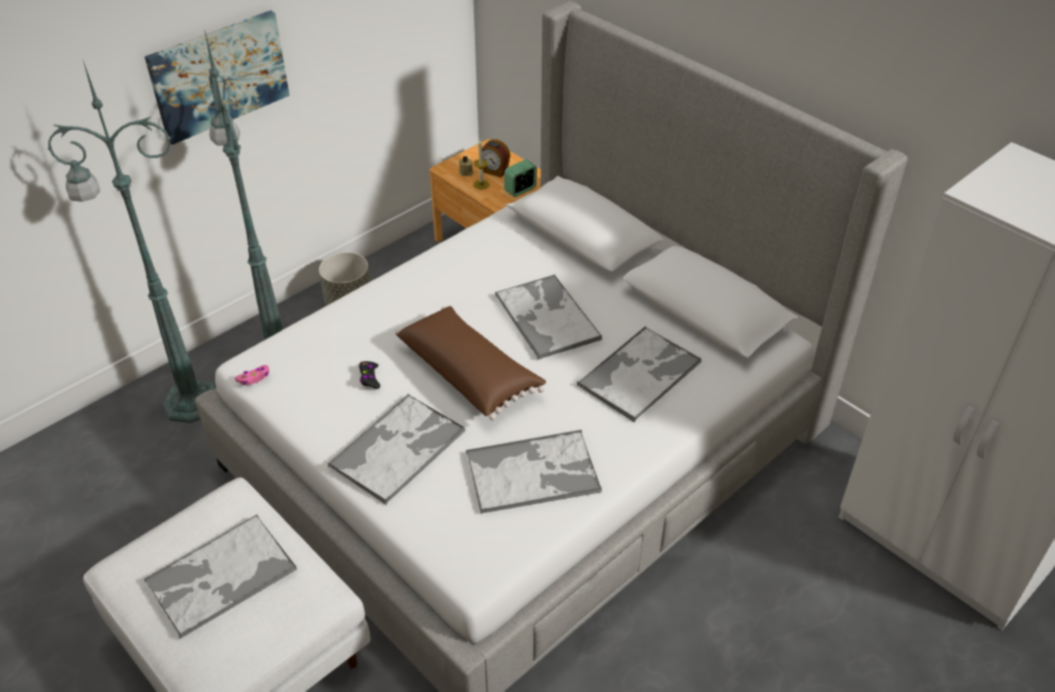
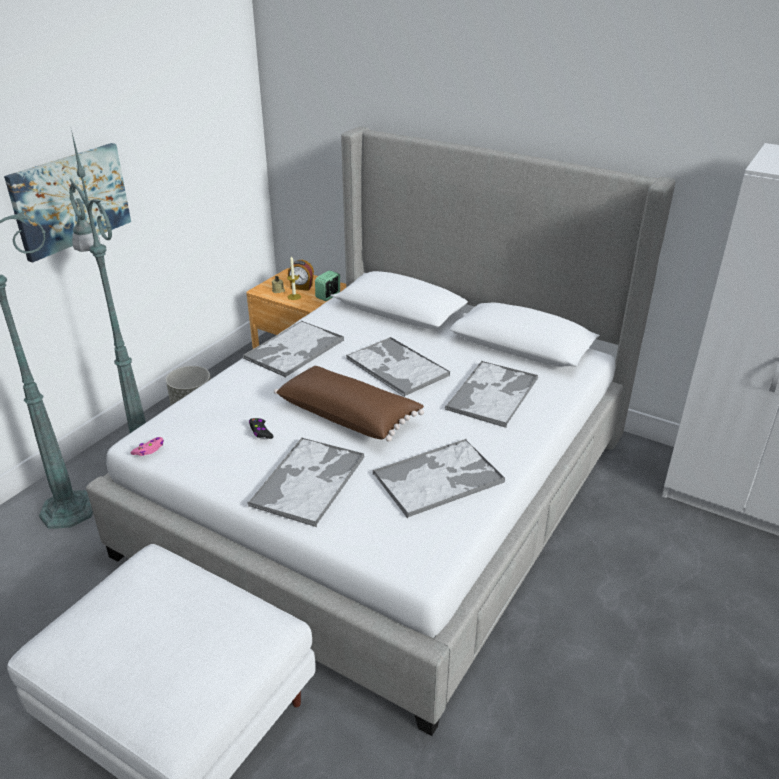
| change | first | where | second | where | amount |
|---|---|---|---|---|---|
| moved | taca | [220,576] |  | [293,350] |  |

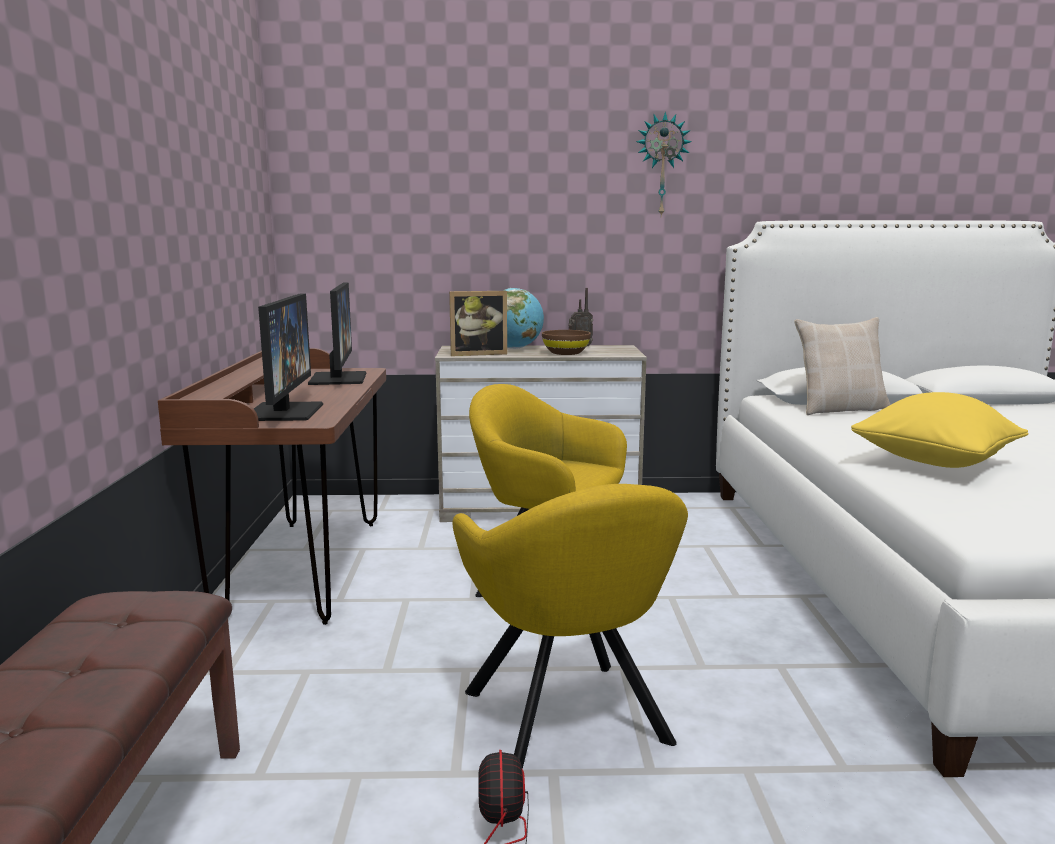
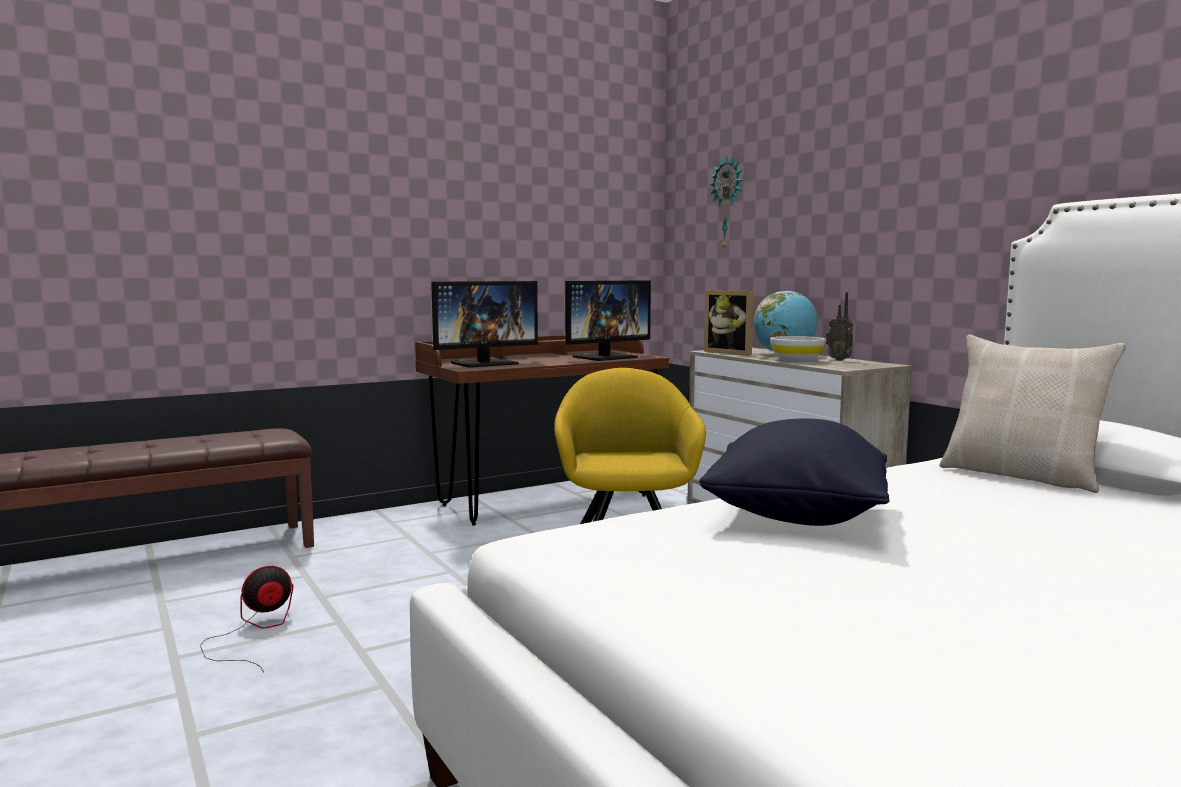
| change | first | where | second | where | amount |
|---|---|---|---|---|---|
| recoloured | poduszka [żółty] | [934,464] | poduszka [czarny] | [796,517] |  |
| moved | zegar ścienny | [662,165] |  | [728,203] |  |
| recoloured | miska [brązowy] | [565,353] | miska [biały] | [796,360] |  |
| removed | fotel [żółty] | [569,724] |  |  |  |

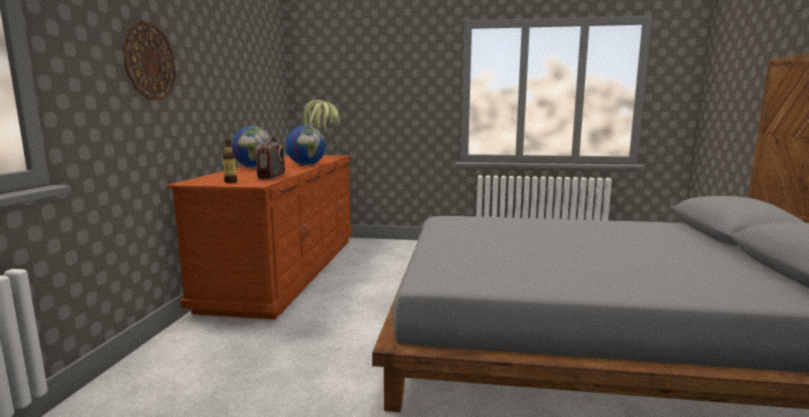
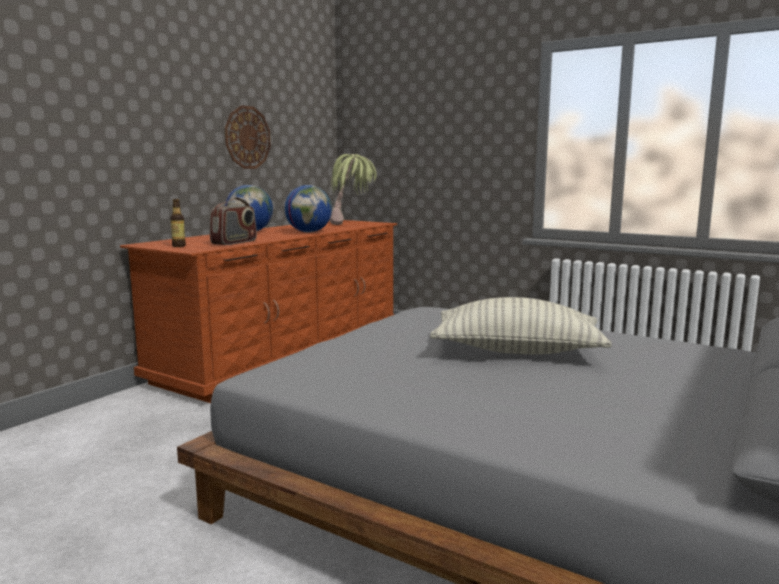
| change | first | where | second | where | amount |
|---|---|---|---|---|---|
| moved | zegar ścienny | [149,61] |  | [247,137] |  |
| added |  |  | poduszka | [516,351] |  |

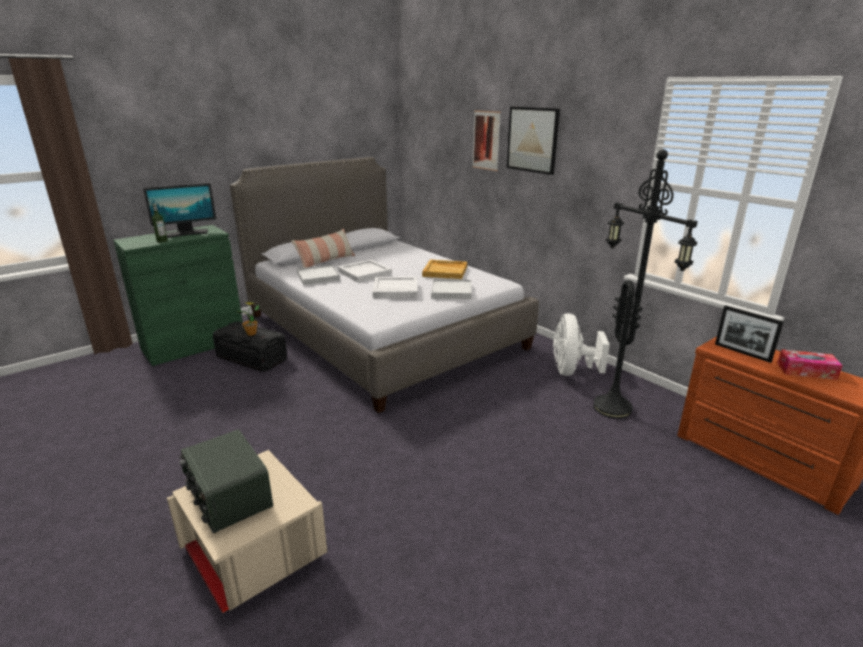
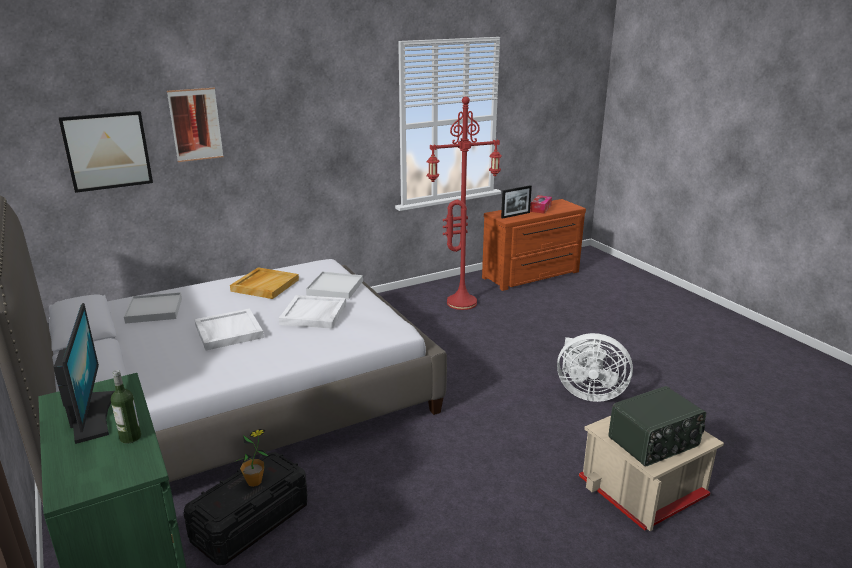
| change | first | where | second | where | amount |
|---|---|---|---|---|---|
| moved | obraz | [532,140] |  | [107,151] |  |
| moved | taca [biały] | [318,277] |  | [154,310] |  |
| recoloured | lampa stojąca [czarny] | [615,408] | lampa stojąca [czerwony] | [462,302] |  |
| moved | wentylator [biały] | [571,371] |  | [588,393] |  |
| removed | poduszka | [326,261] |  |  |  |

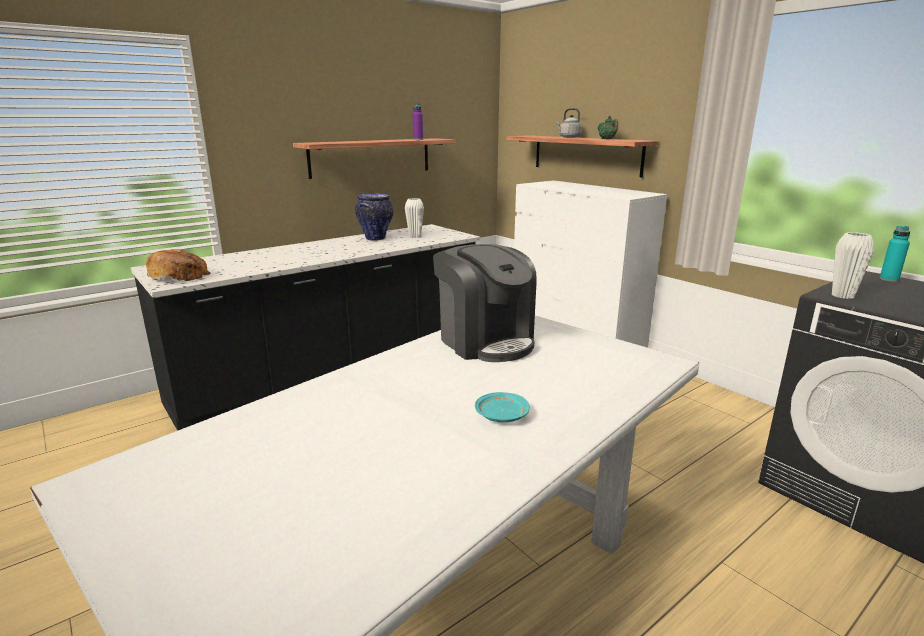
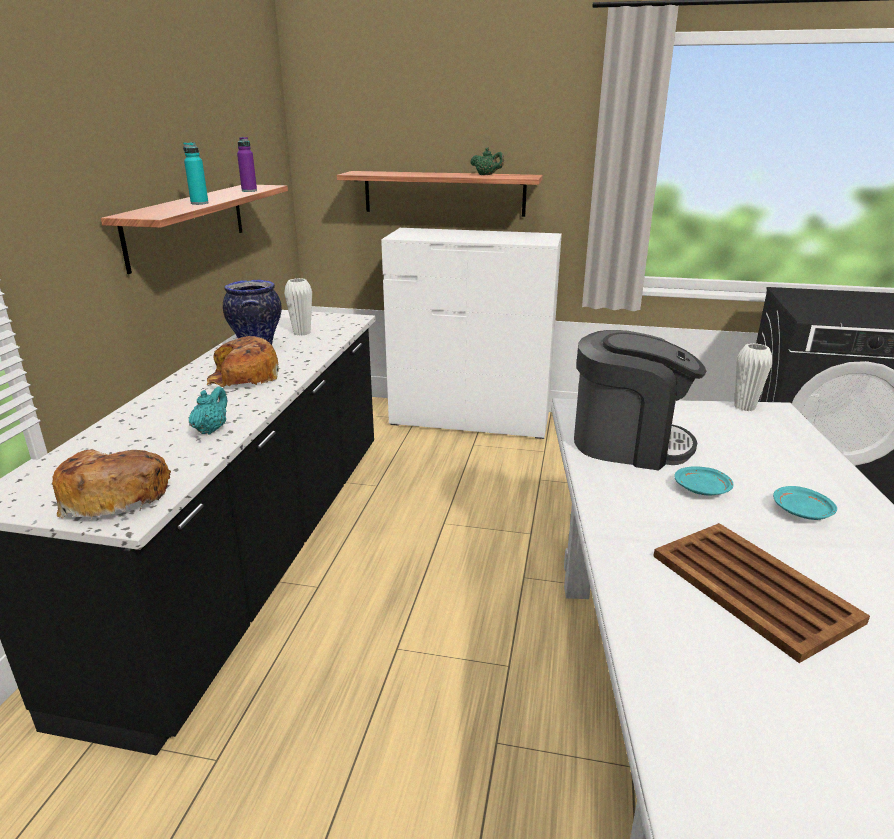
| change | first | where | second | where | amount |
|---|---|---|---|---|---|
| moved | butelka [turkusowy] | [889,279] |  | [199,203] |  |
| added |  |  | imbryk [turkusowy] | [211,429] |  |
| added |  |  | chleb | [242,377] |  |
| added |  |  | taca [brązowy] | [754,589] |  |
| added |  |  | talerz [turkusowy] | [702,489] |  |
| moved | wazon [biały] | [842,295] |  | [744,407] |  |
| removed | czajnik [szary] | [568,137] |  |  |  |

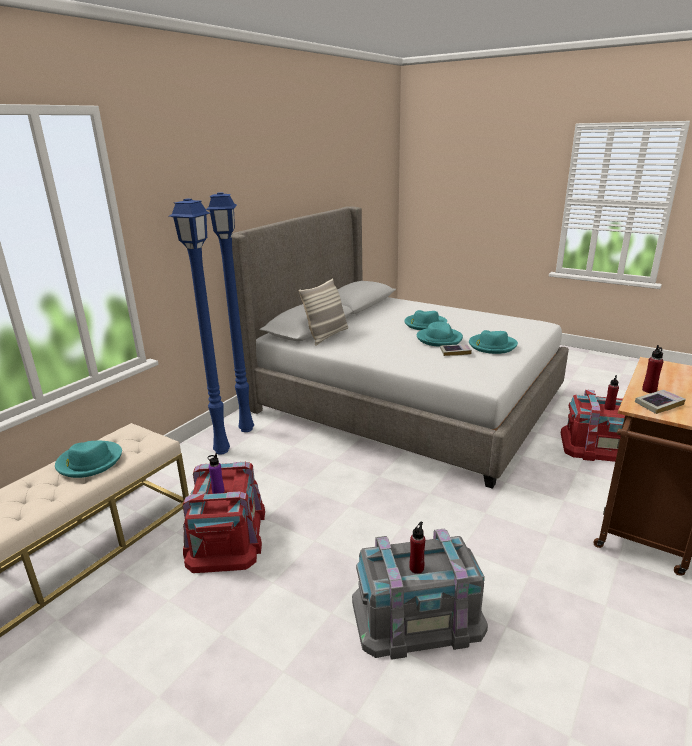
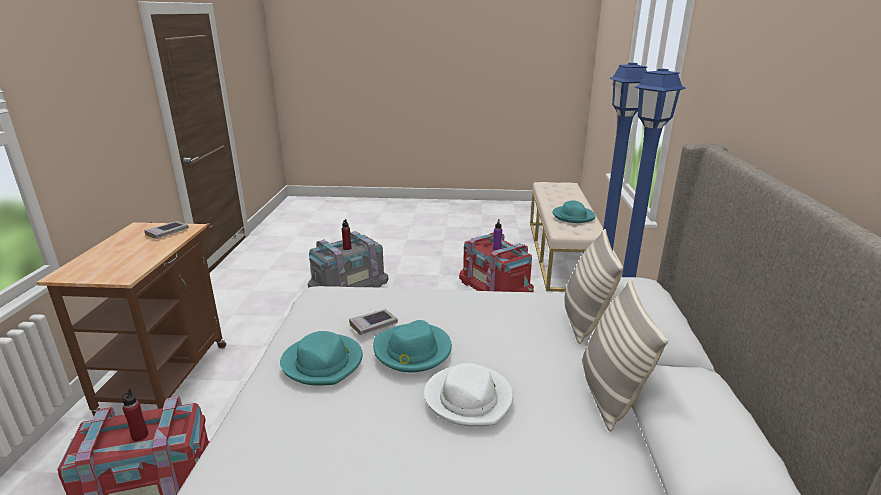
| change | first | where | second | where | amount |
|---|---|---|---|---|---|
| recoloured | kapelusz [turkusowy] | [425,324] | kapelusz [biały] | [469,398] |  |
| added |  |  | poduszka | [609,394] |  |
| removed | butelka [czerwony] | [649,390] |  |  |  |

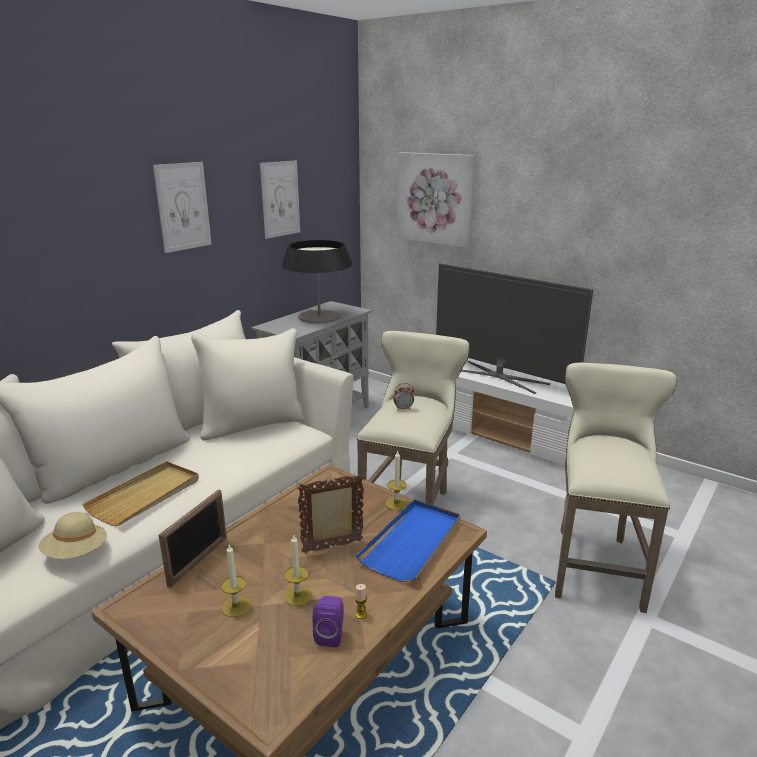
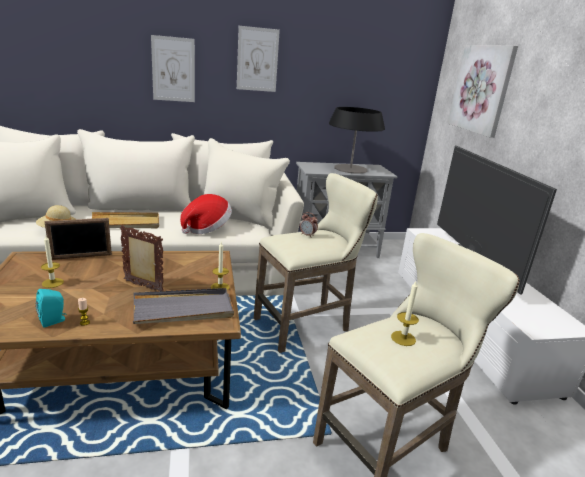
| change | first | where | second | where | amount |
|---|---|---|---|---|---|
| recoloured | głośnik [fioletowy] | [330,635] | głośnik [turkusowy] | [54,321] |  |
| recoloured | taca [niebieski] | [412,542] | taca [szary] | [183,309] |  |
| moved | obraz | [280,199] |  | [173,69] |  |
| added |  |  | kapelusz | [207,228] |  |
| moved | świeca | [297,596] |  | [403,338] |  |

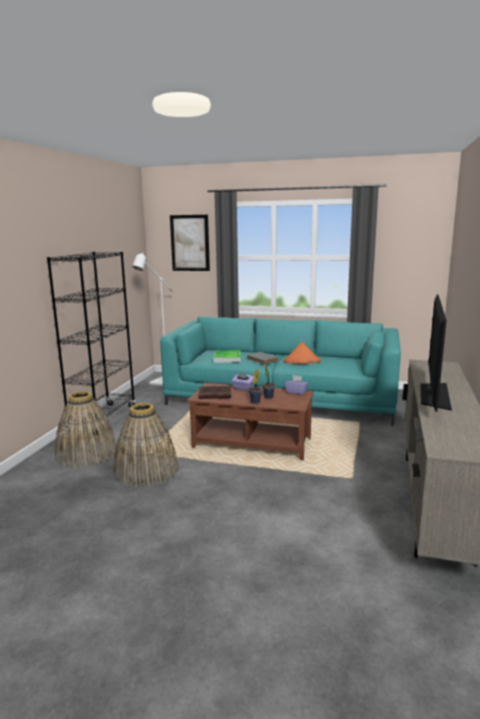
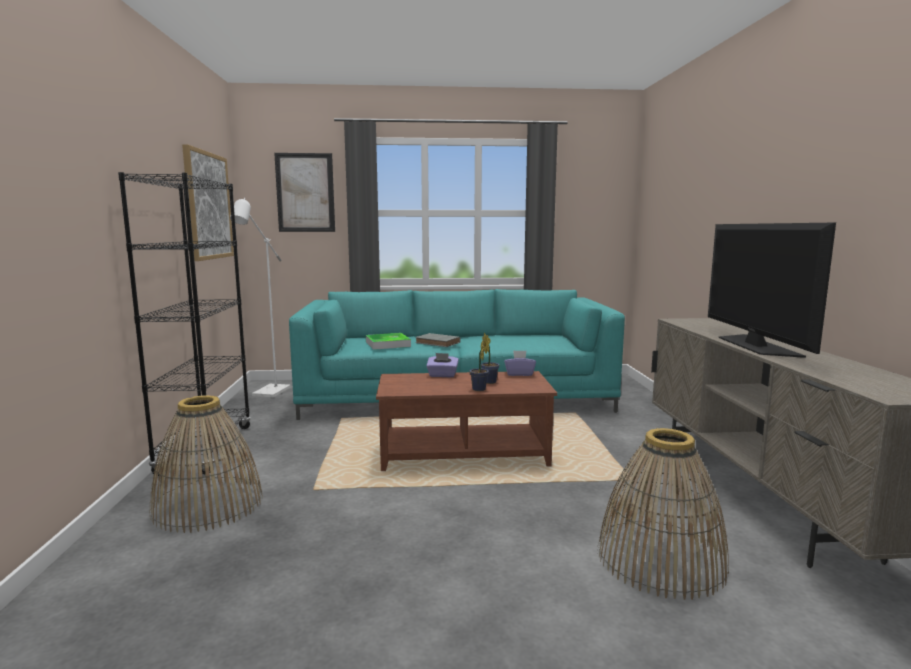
| change | first | where | second | where | amount |
|---|---|---|---|---|---|
| added |  |  | obraz | [208,206] |  |
| moved | koszyk | [146,470] |  | [660,559] |  |
| removed | książka [brązowy] | [213,395] |  |  |  |
| removed | kapelusz [pomarańczowy] | [302,361] |  |  |  |

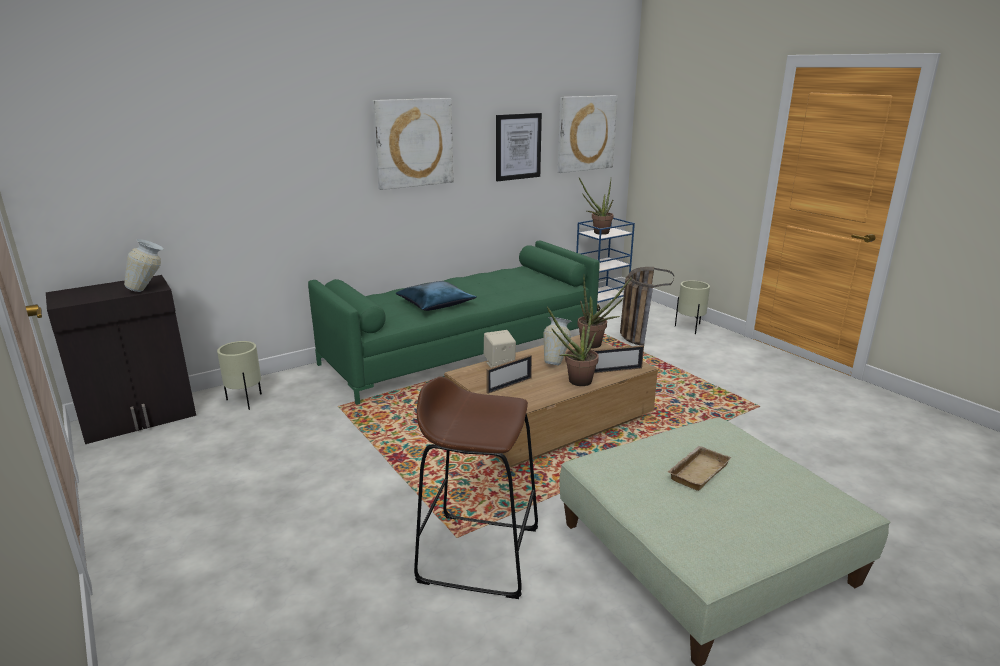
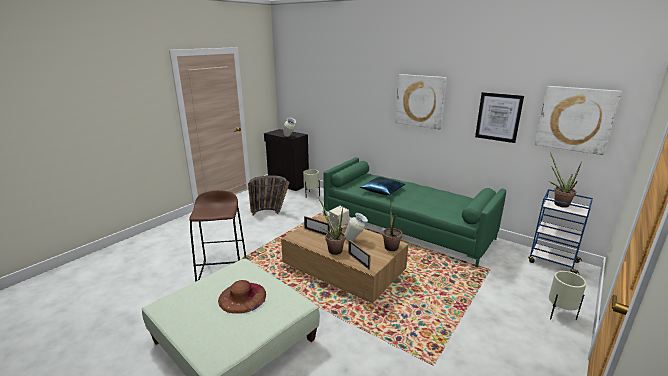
| change | first | where | second | where | amount |
|---|---|---|---|---|---|
| replaced | taca [beżowy] | [697,471] | kapelusz [brązowy] | [242,297] |  |
| moved | koszyk | [637,333] |  | [271,212] |  |

